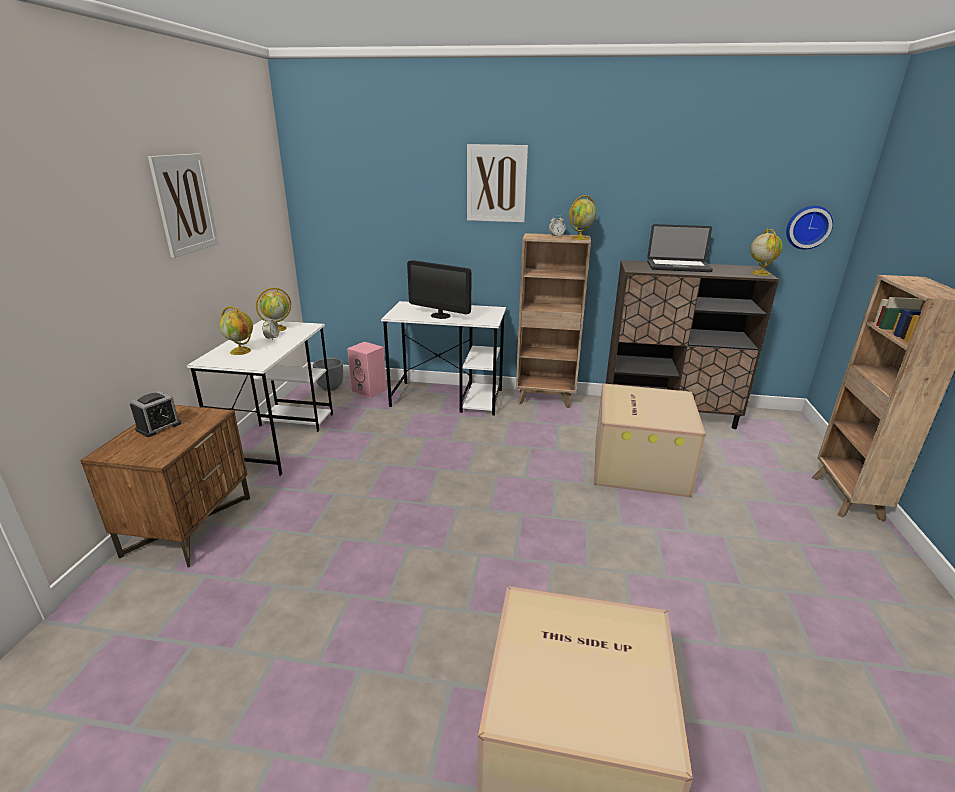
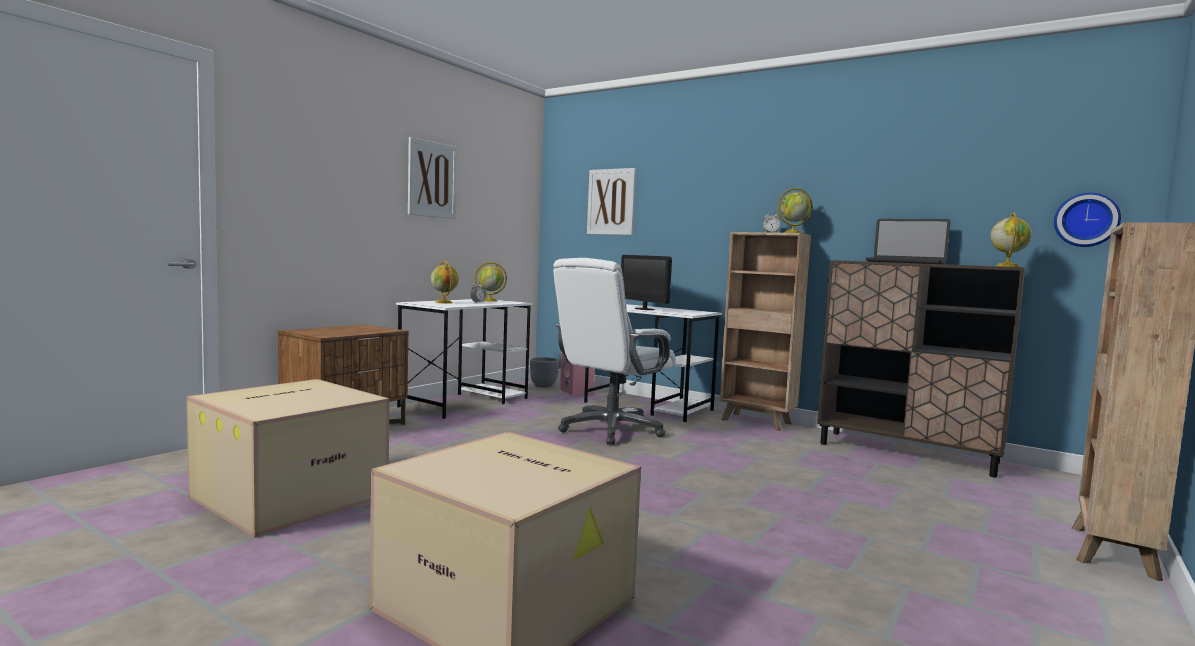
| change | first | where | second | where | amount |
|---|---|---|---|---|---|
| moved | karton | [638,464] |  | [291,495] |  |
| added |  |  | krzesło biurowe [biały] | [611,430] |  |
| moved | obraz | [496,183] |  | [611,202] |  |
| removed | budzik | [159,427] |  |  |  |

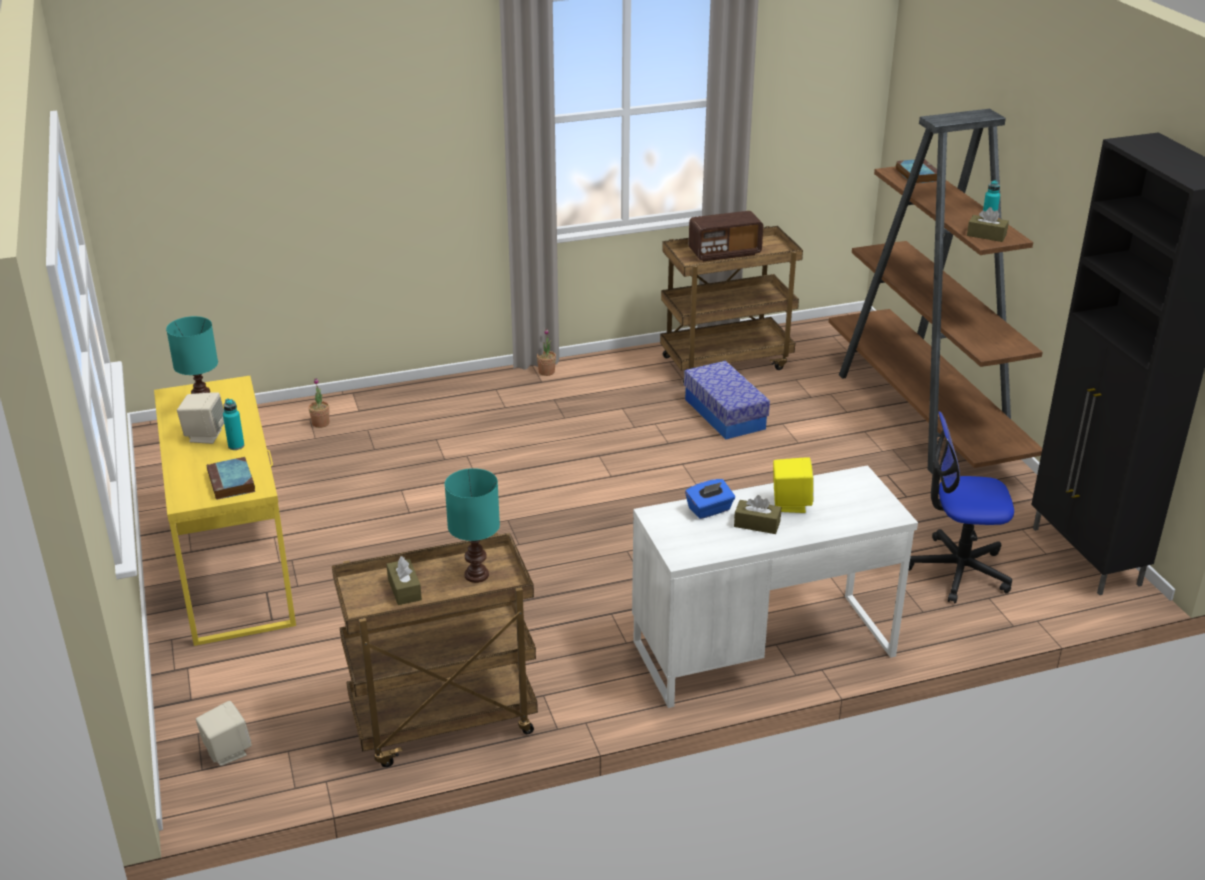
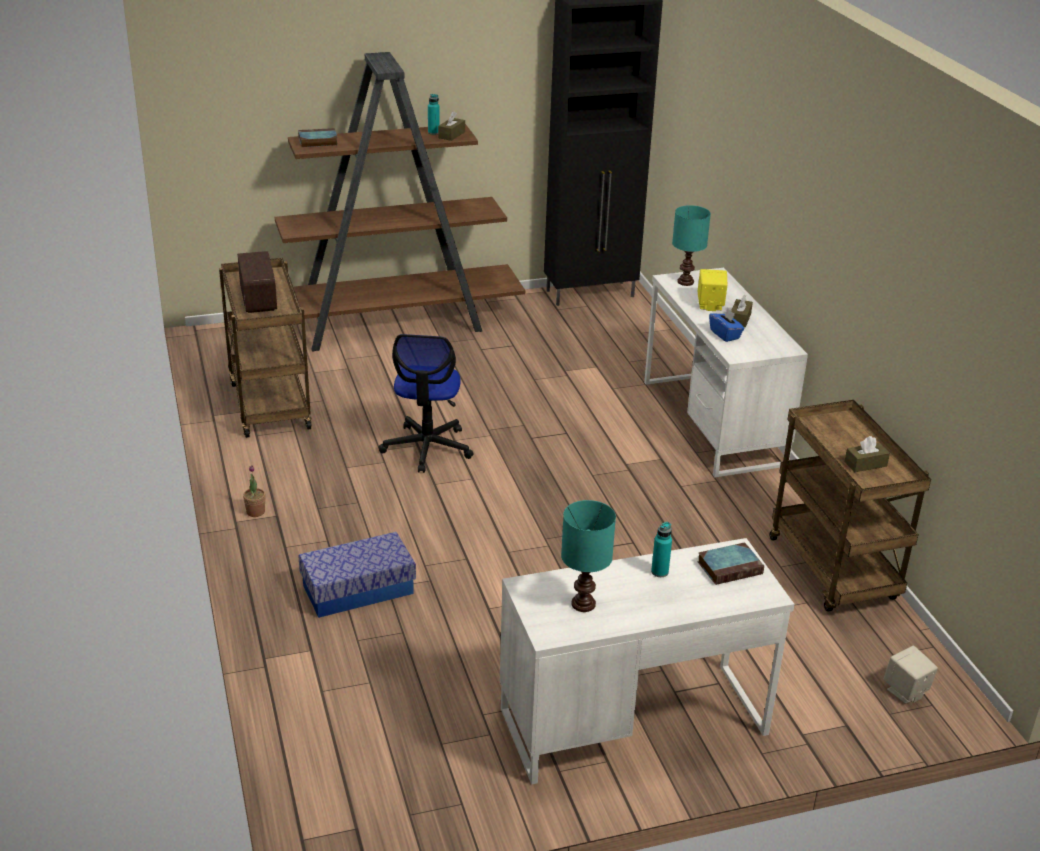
| change | first | where | second | where | amount |
|---|---|---|---|---|---|
| moved | pojemnik do przechowywania | [724,414] |  | [358,590] |  |
| moved | krzesło biurowe | [957,570] |  | [427,448] |  |
| recoloured | biurko [żółty] | [234,566] | biurko [biały] | [632,721] |  |
| moved | lampa stołowa [turkusowy] | [476,576] |  | [686,282] |  |
| removed | głośnik [beżowy] | [205,435] |  |  |  |
| removed | roślina doniczkowa | [320,423] |  |  |  |

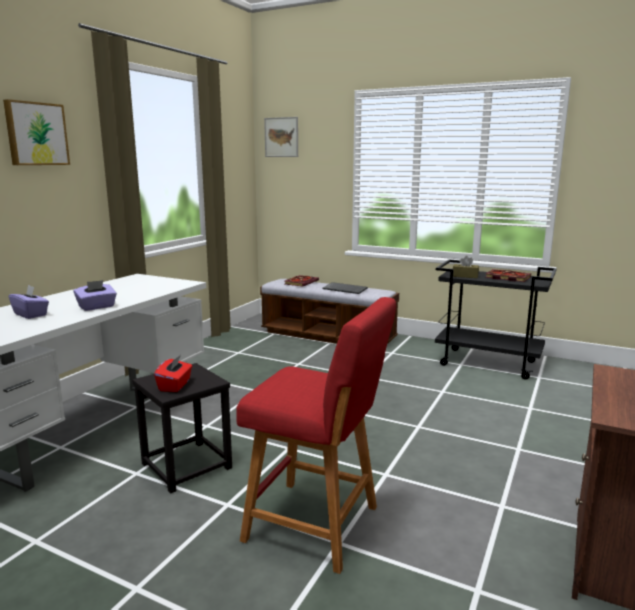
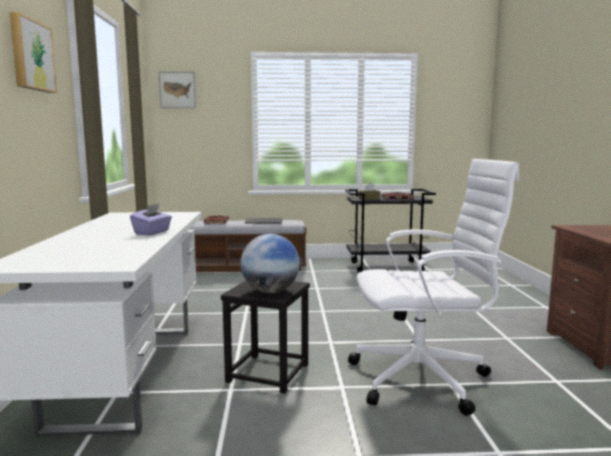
| change | first | where | second | where | amount |
|---|---|---|---|---|---|
| replaced | pudełko chusteczek [czerwony] | [175,385] | globus | [270,291] |  |
| replaced | stołek [czerwony] | [318,525] | krzesło biurowe [biały] | [423,379] |  |
| removed | pudełko chusteczek [fioletowy] | [31,314] |  |  |  |

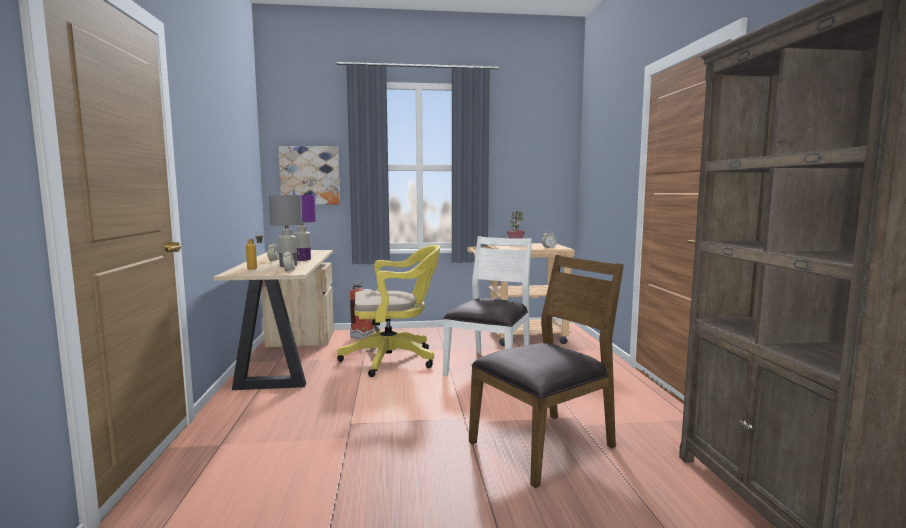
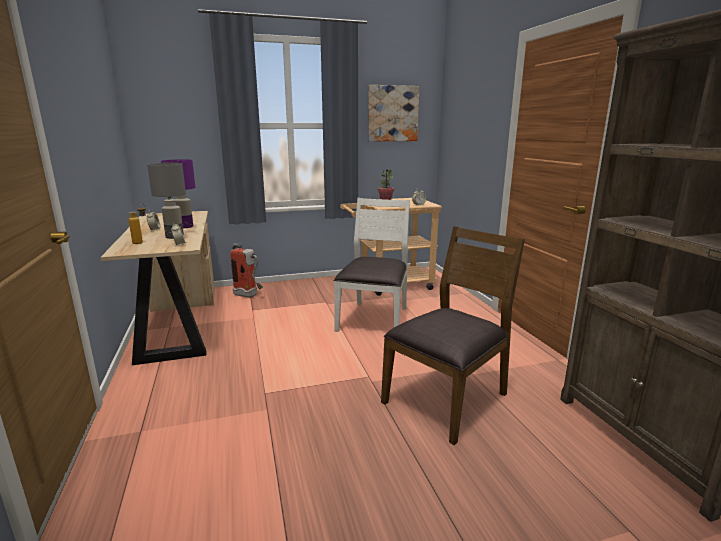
| change | first | where | second | where | amount |
|---|---|---|---|---|---|
| moved | obraz | [310,175] |  | [392,113] |  |
| removed | krzesło biurowe [żółty] | [394,359] |  |  |  |

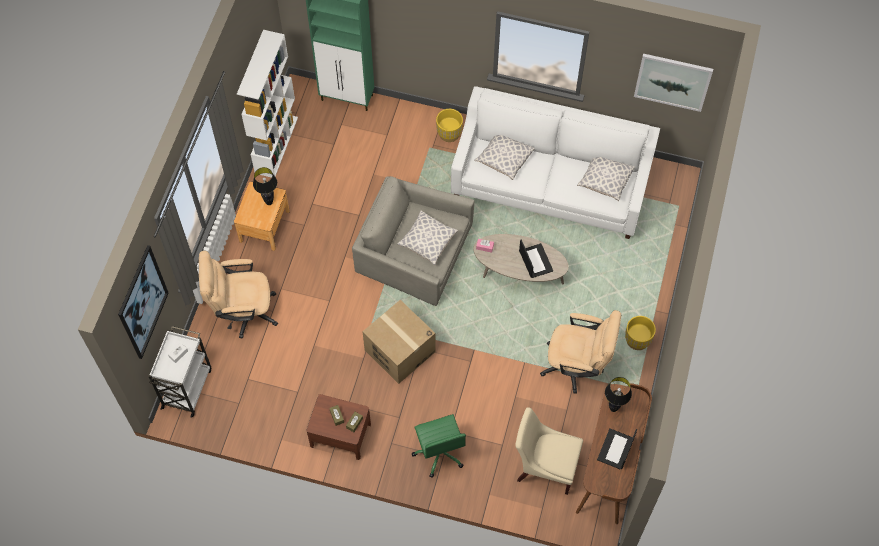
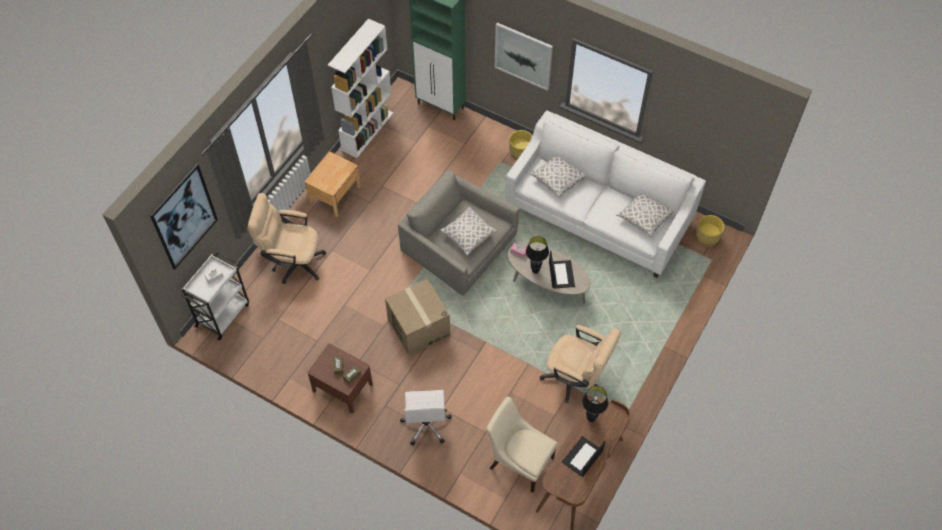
| change | first | where | second | where | amount |
|---|---|---|---|---|---|
| recoloured | krzesło biurowe [zielony] | [439,452] | krzesło biurowe [biały] | [426,424] |  |
| moved | obraz | [672,81] |  | [523,56] |  |
| moved | lampa stołowa [czarny] | [269,202] |  | [535,271] |  |
| moved | donica [żółty] | [637,340] |  | [707,239] |  |

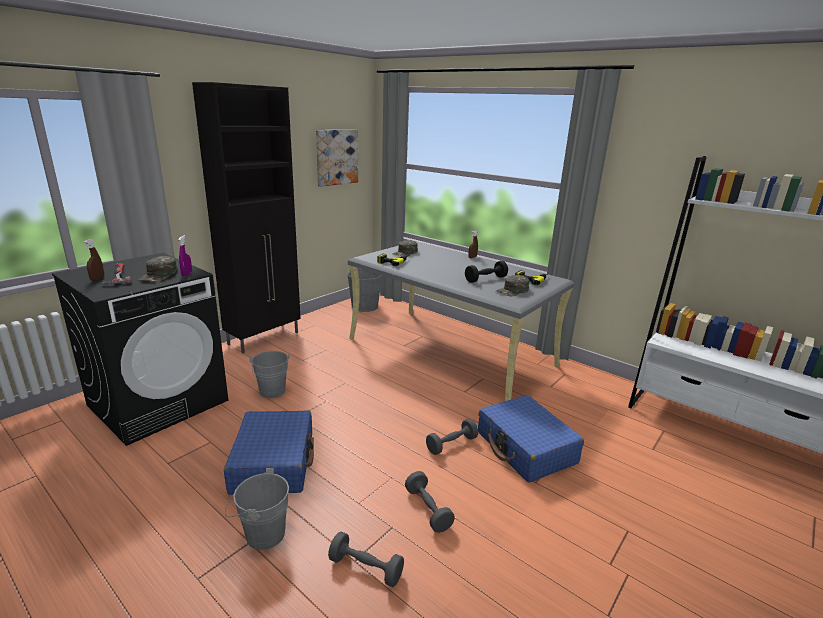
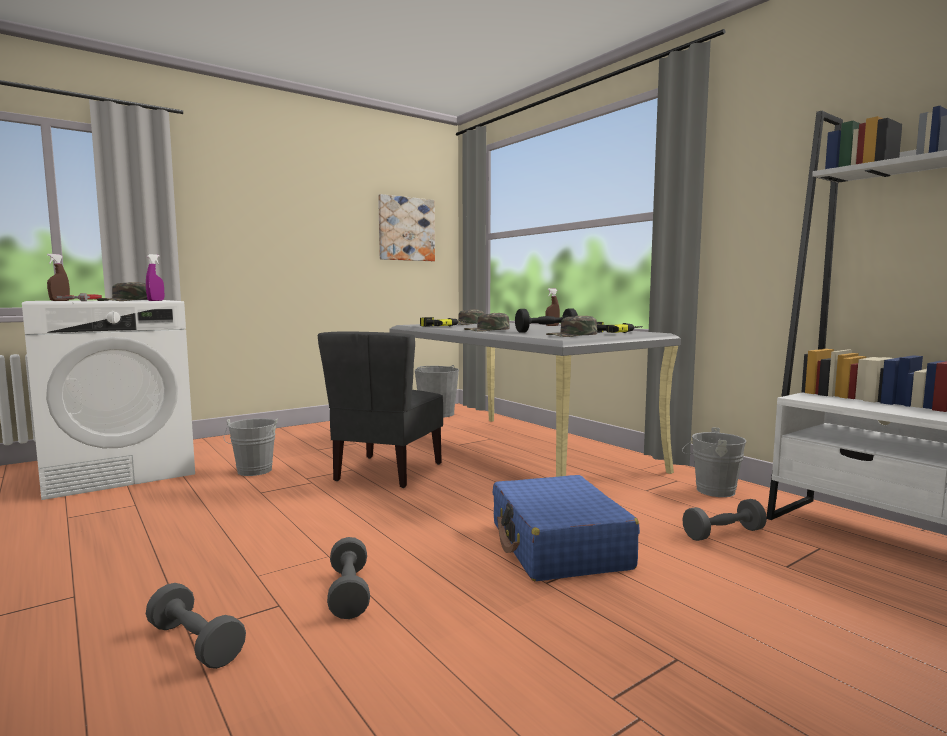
| change | first | where | second | where | amount |
|---|---|---|---|---|---|
| recoloured | pralka [czarny] | [159,402] | pralka [biały] | [118,471] |  |
| added |  |  | krzesło [szary] | [387,472] |  |
| added |  |  | czapka z daszkiem [zielony] | [487,330] |  |
| moved | wiadro [szary] | [261,534] |  | [710,490] |  |
| moved | hantel [szary] | [451,444] |  | [723,534] |  |
| removed | szafka [czarny] | [265,338] |  |  |  |
| removed | walizka [niebieski] | [274,462] |  |  |  |

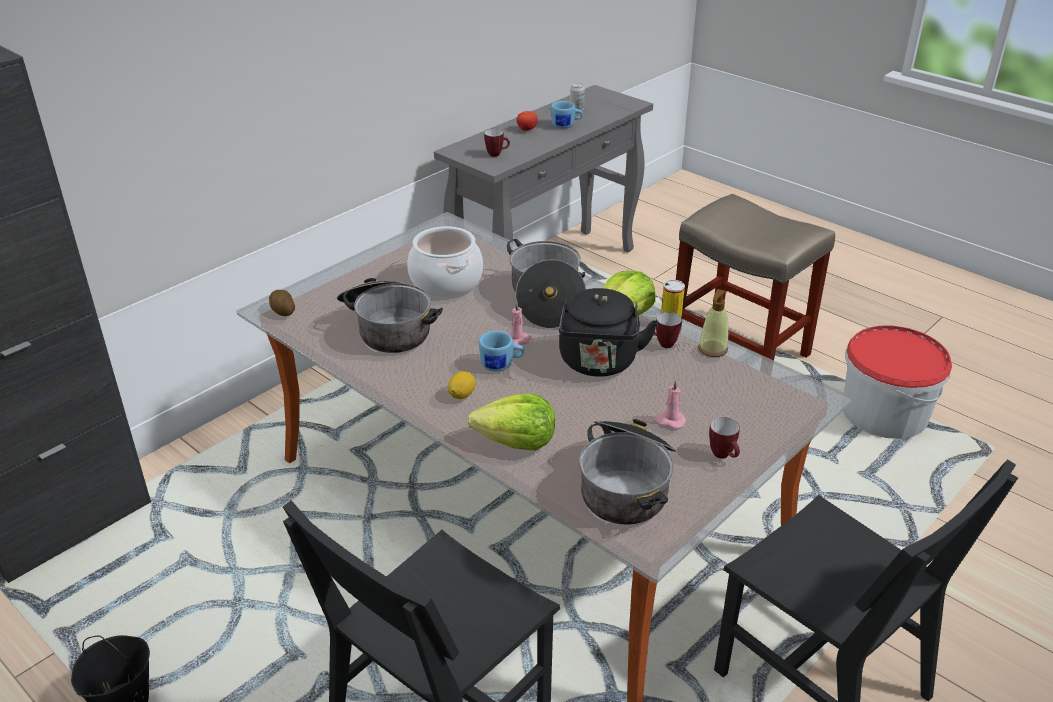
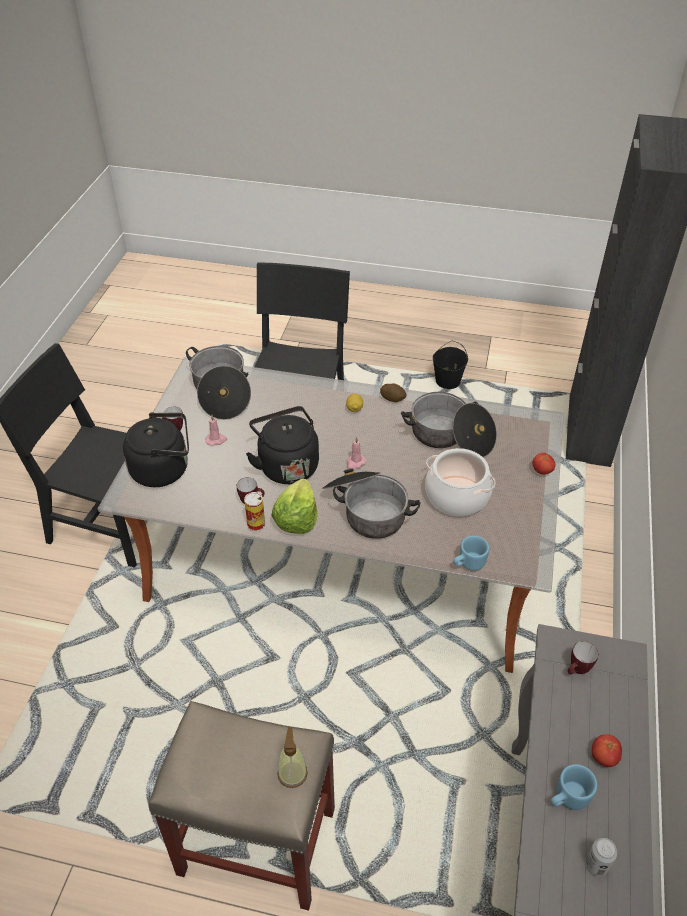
| change | first | where | second | where | amount |
|---|---|---|---|---|---|
| added |  |  | czajnik [czarny] | [164,469] |  |
| moved | dozownik mydła | [712,349] |  | [292,773] |  |
| moved | ziemniak | [283,311] |  | [393,398] |  |
| moved | kubek [niebieski] | [501,365] |  | [468,563] |  |
| added |  |  | pomidor | [542,471] |  |
| removed | sałata | [516,441] |  |  |  |
| removed | wiadro | [884,413] |  |  |  |

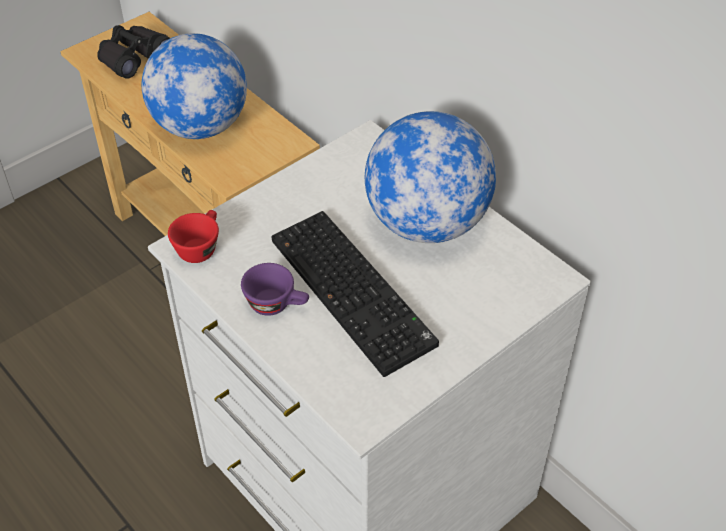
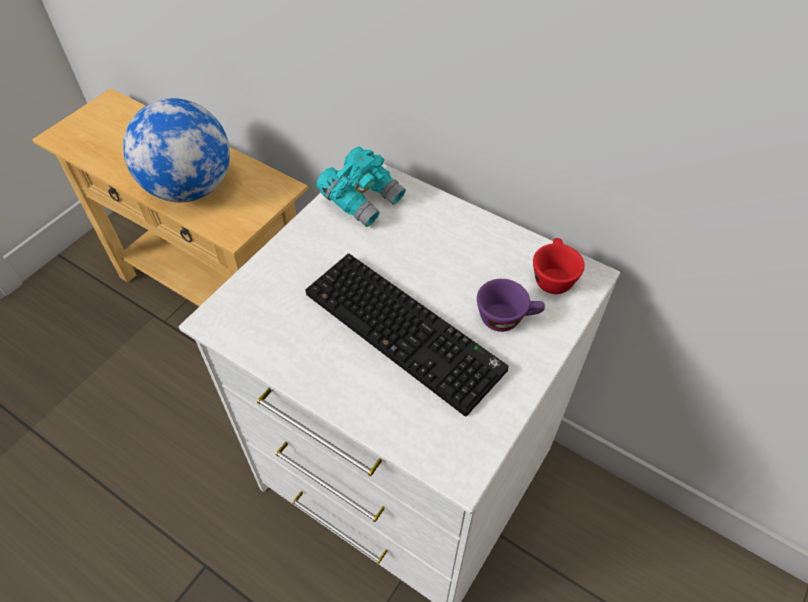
| change | first | where | second | where | amount |
|---|---|---|---|---|---|
| added |  |  | lornetka [turkusowy] | [362,199] |  |
| moved | filiżanka [fioletowy] | [277,304] |  | [507,318] |  |
| moved | filiżanka [czerwony] | [199,247] |  | [552,276] |  |
| removed | lornetka [czarny] | [133,58] |  |  |  |
| removed | globus | [426,224] |  |  |  |

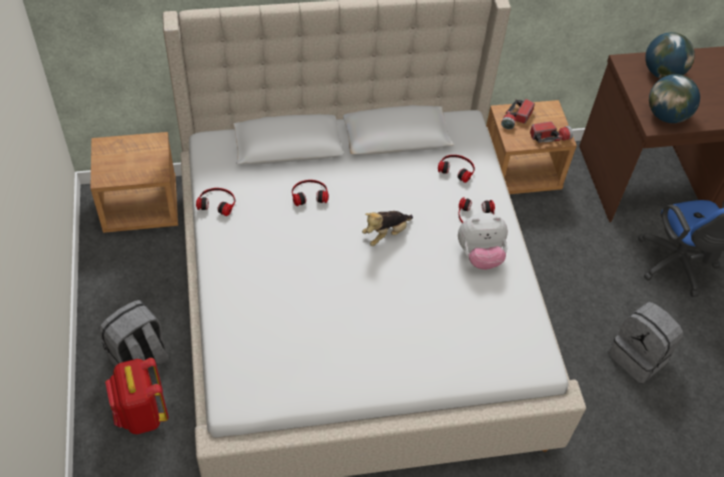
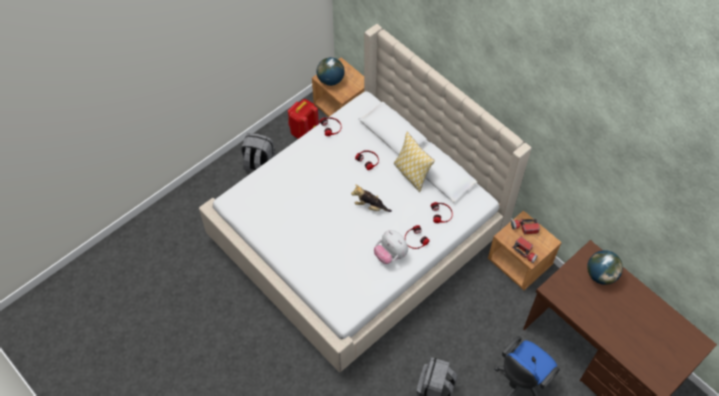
| change | first | where | second | where | amount |
|---|---|---|---|---|---|
| moved | plecak [czerwony] | [141,414] |  | [303,131] |  |
| moved | globus | [666,115] |  | [331,80] |  |
| added |  |  | poduszka | [411,174] |  |

